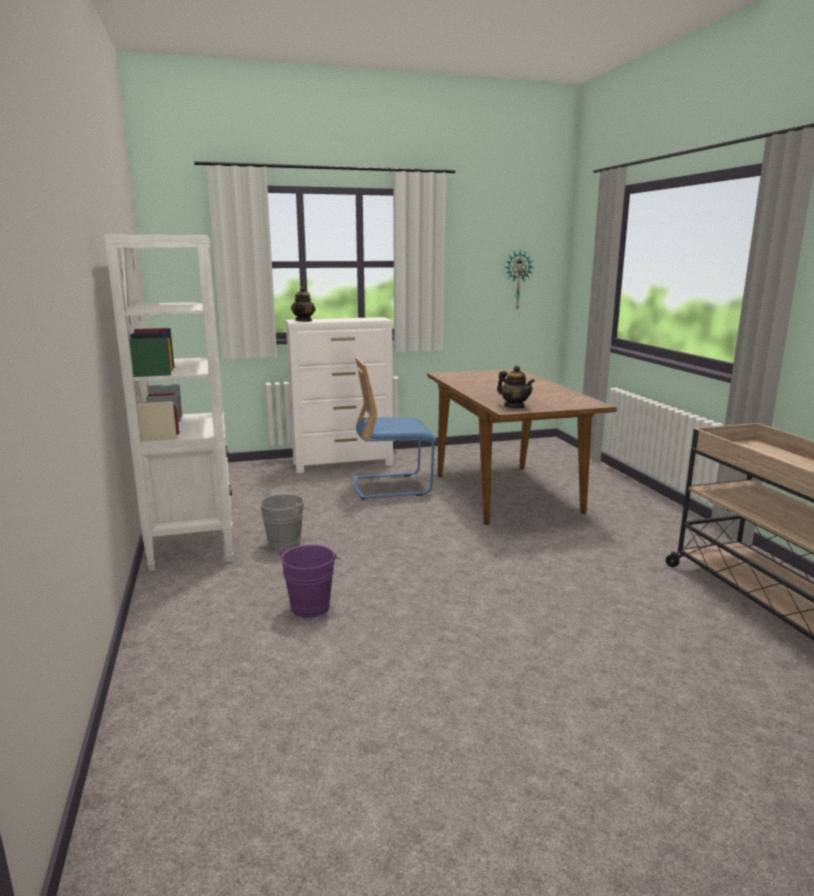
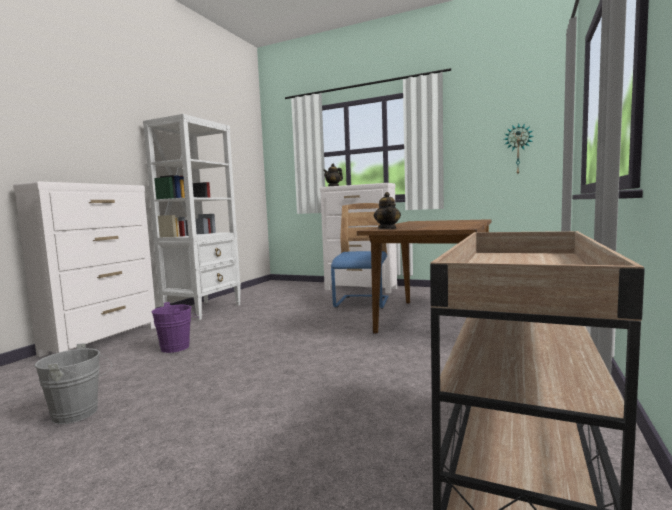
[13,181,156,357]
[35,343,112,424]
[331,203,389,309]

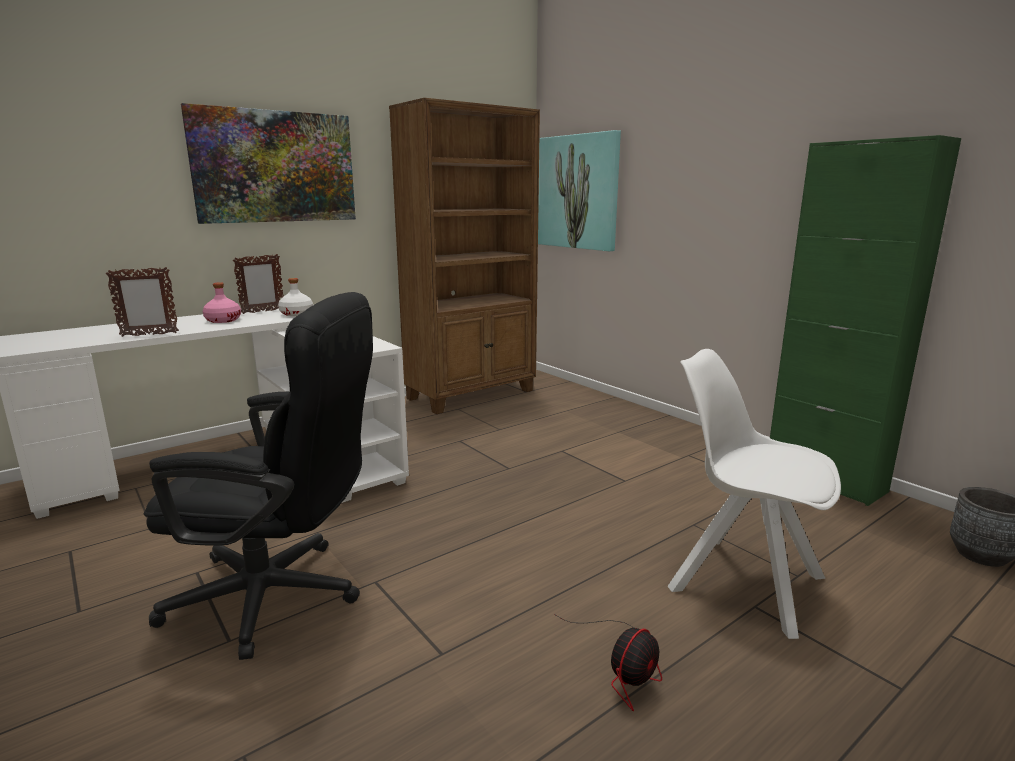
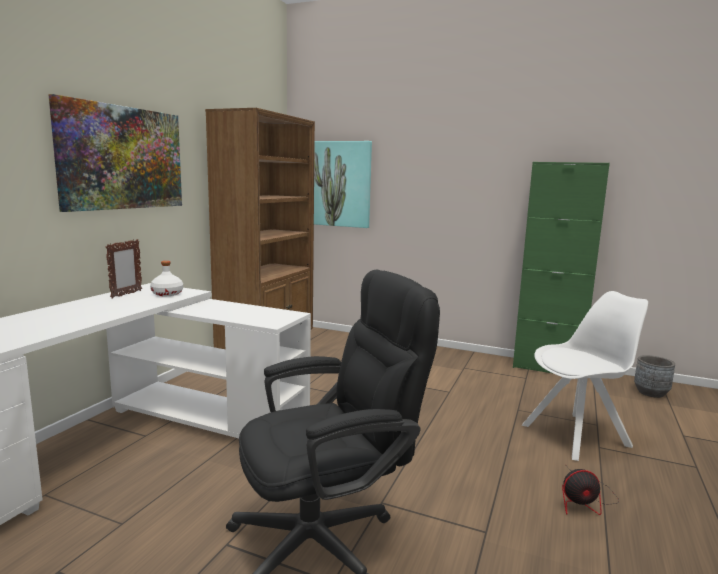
[522,291,648,461]
[562,464,619,515]
[106,267,179,337] (first image)
[203,282,241,323] (first image)

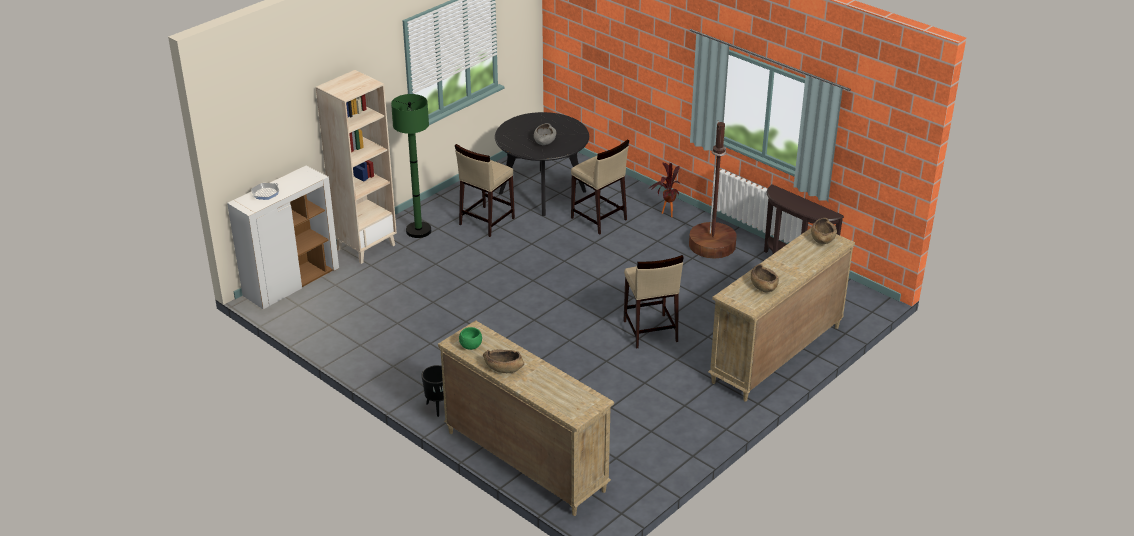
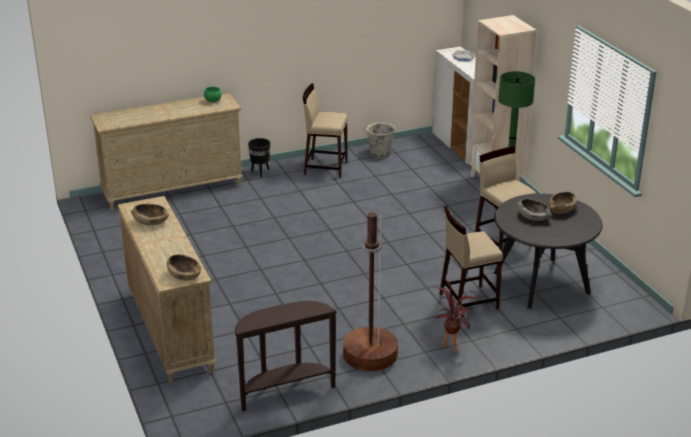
[303,83,348,178]
[363,122,395,158]
[548,192,577,214]

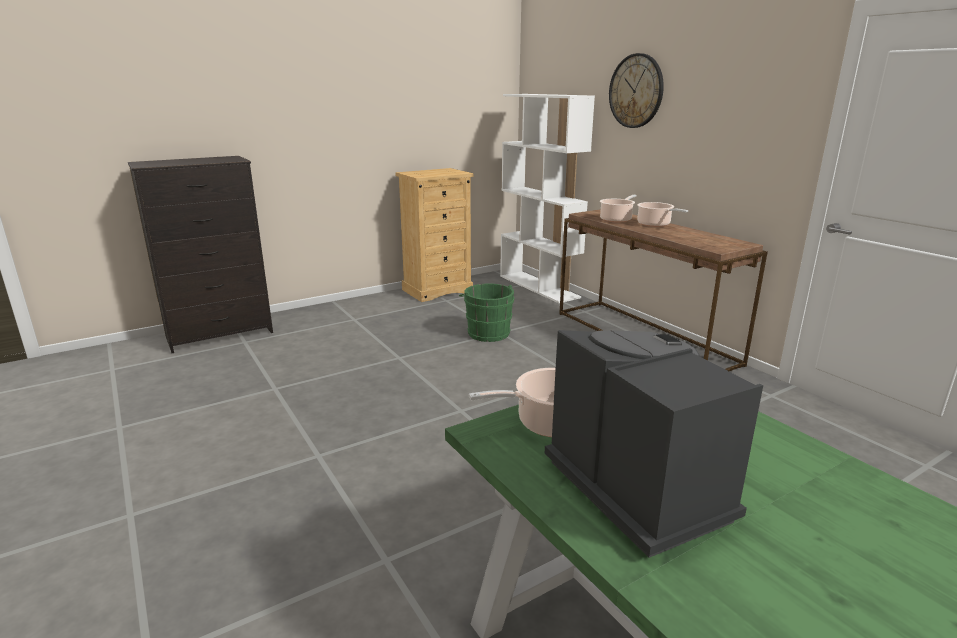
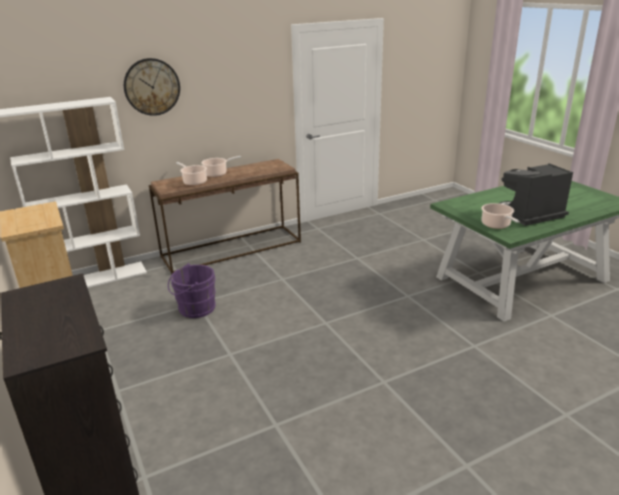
[168,263,216,318]

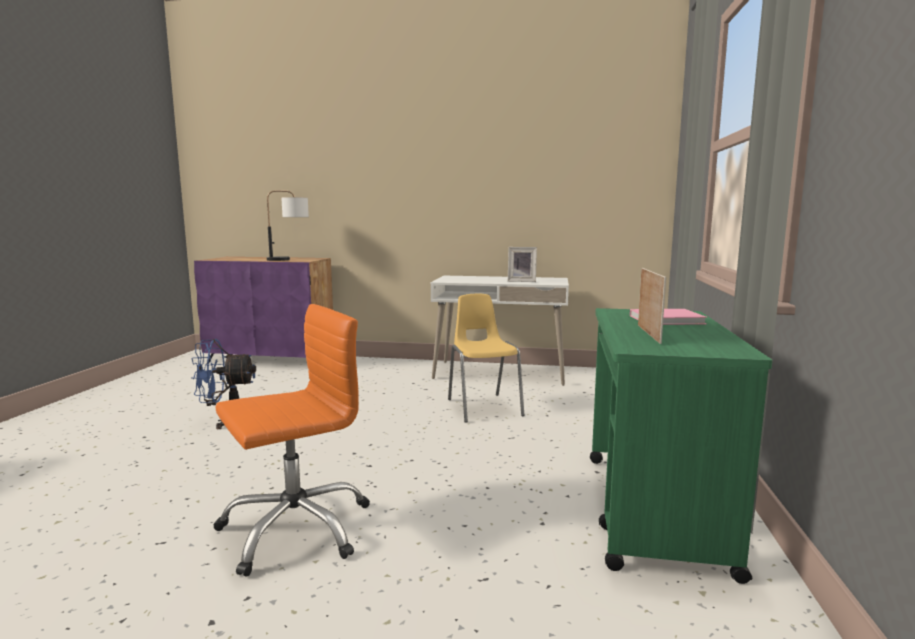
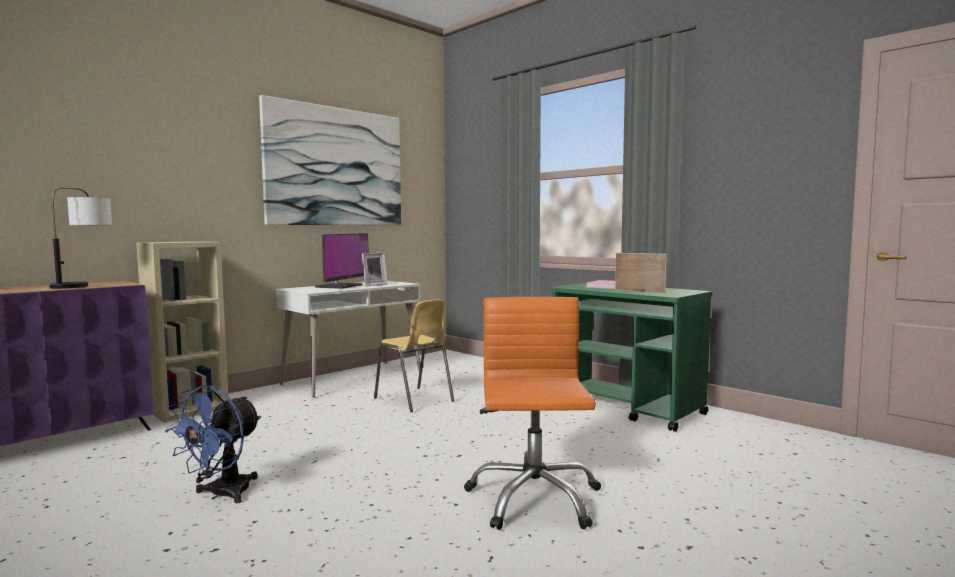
[136,241,228,422]
[259,95,401,225]
[315,233,369,289]
[374,299,454,412]

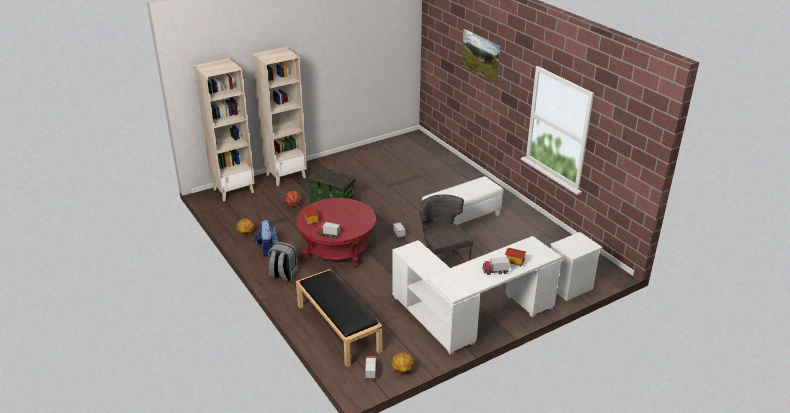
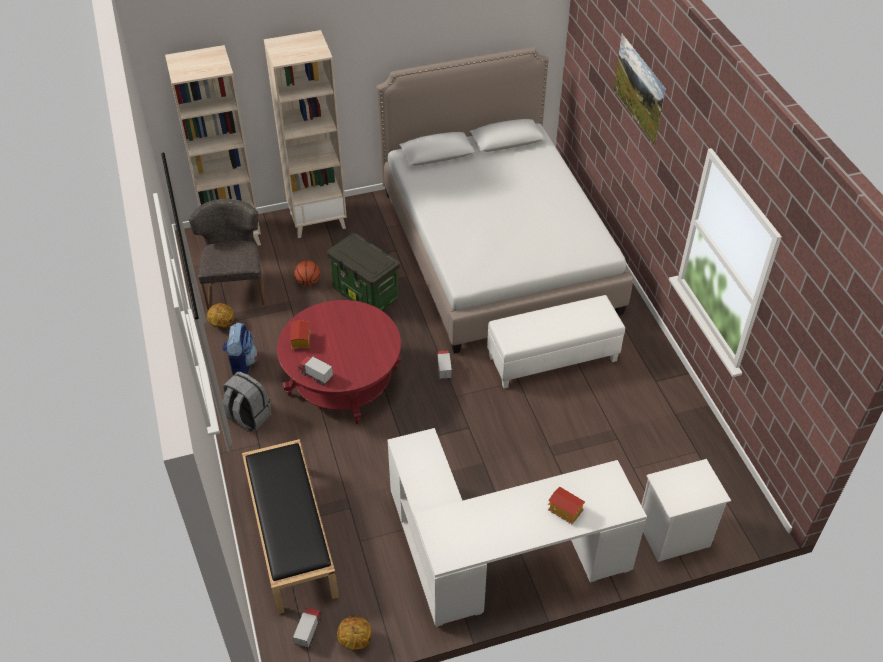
[189,198,264,310]
[376,47,633,354]
[482,257,510,275] (first image)

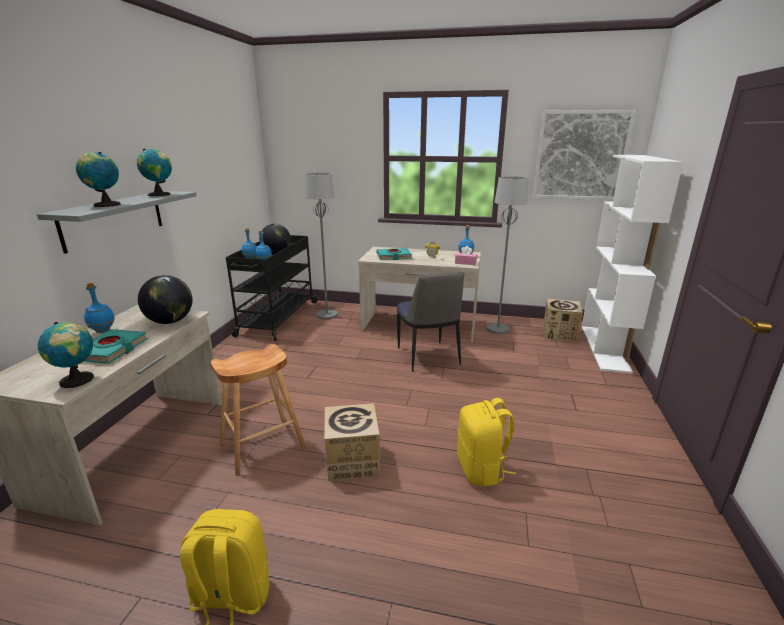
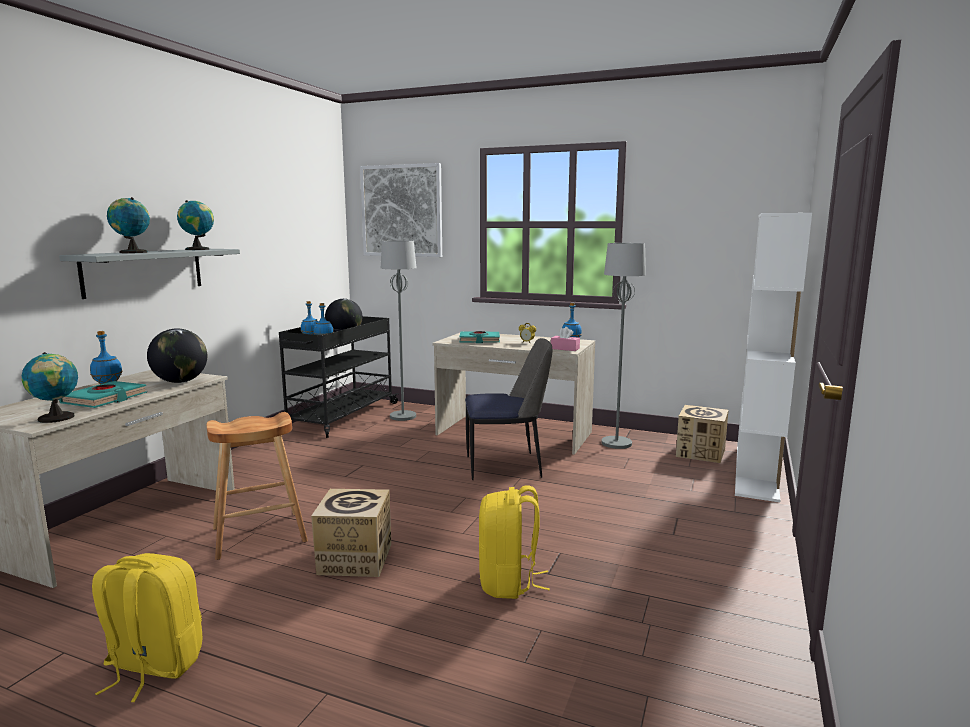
[360,163,442,257]
[465,338,552,480]

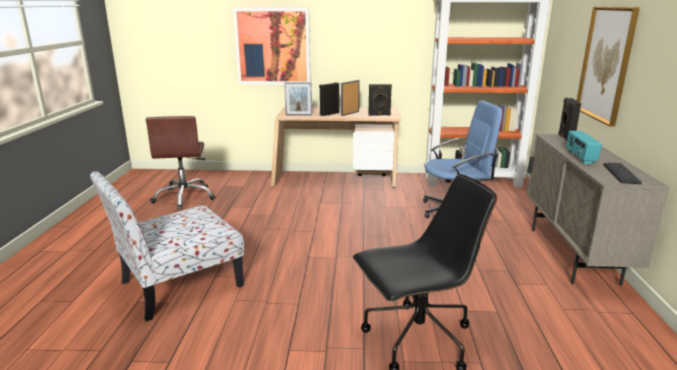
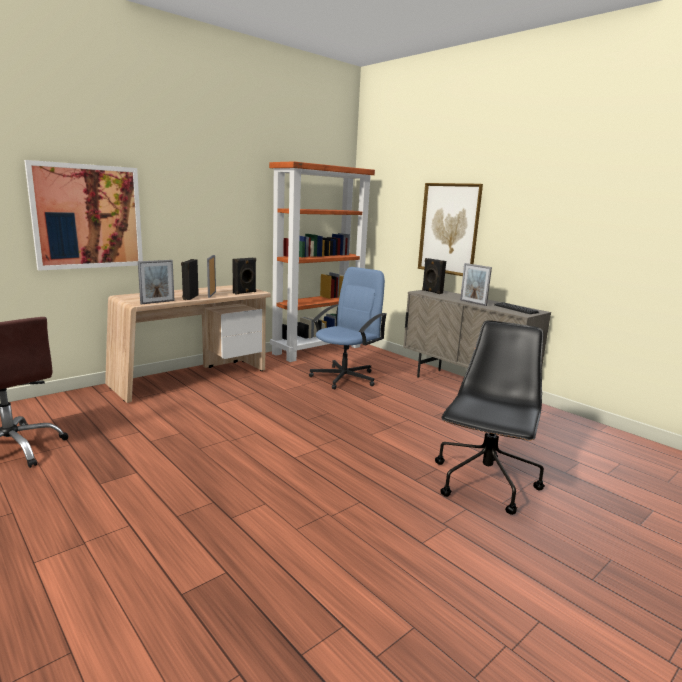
[460,263,492,306]
[90,171,244,321] (first image)

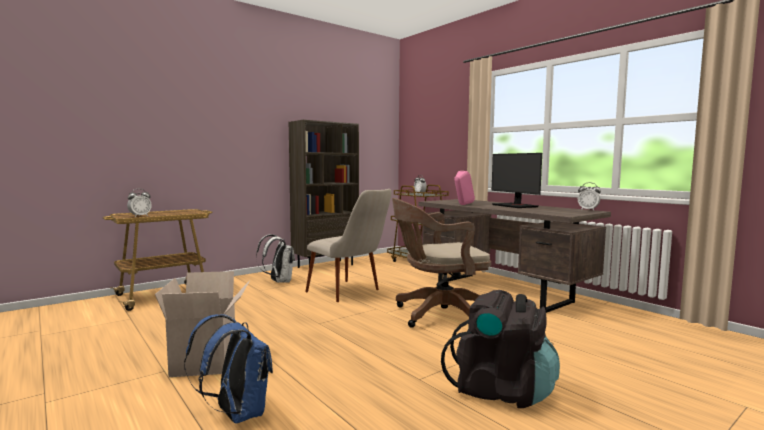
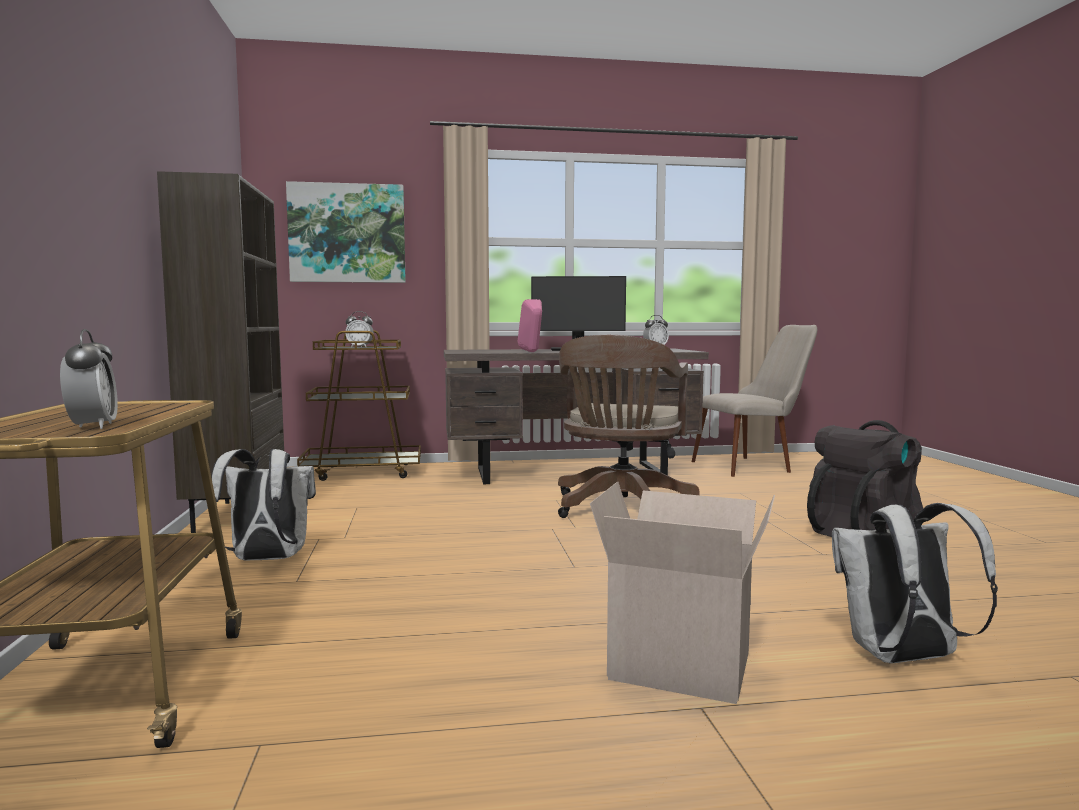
[286,181,406,283]
[692,325,817,477]
[832,503,998,664]

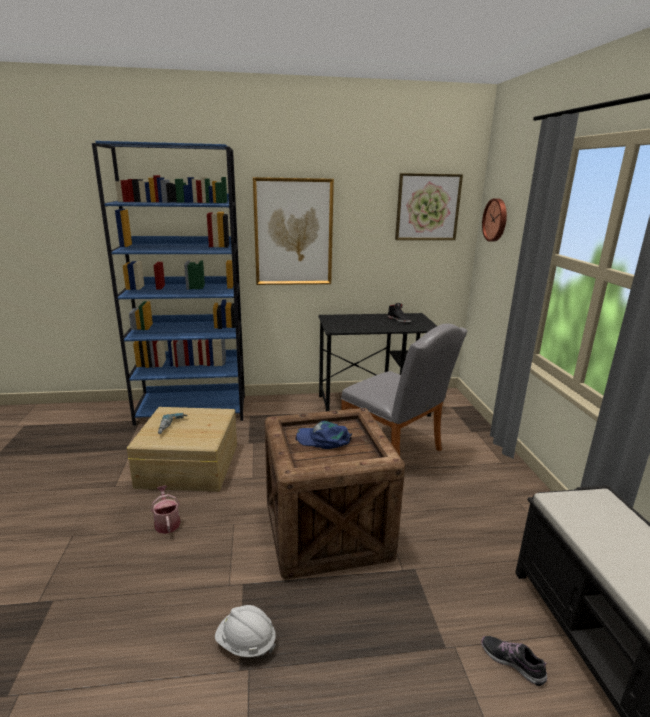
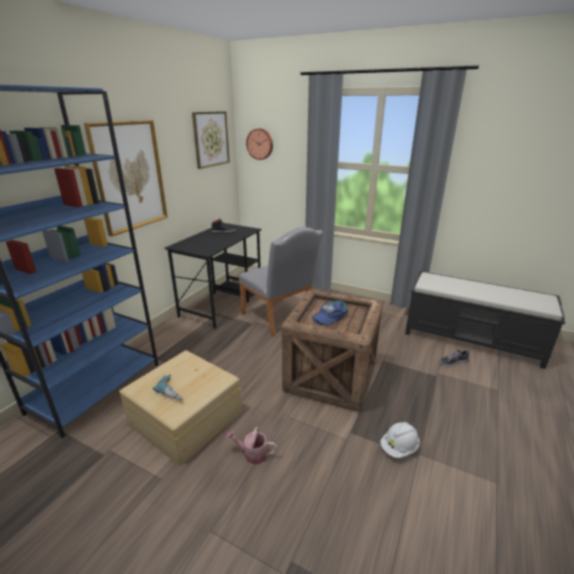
[239,227,323,337]

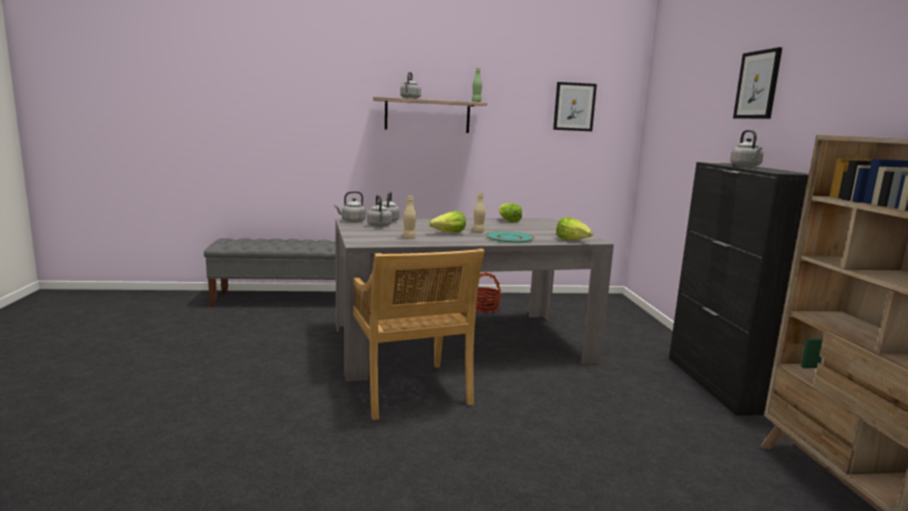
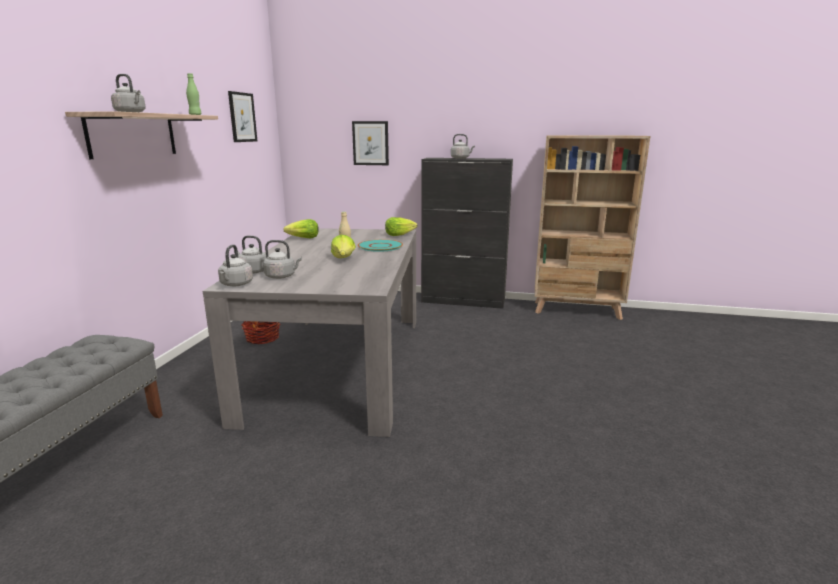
[352,121,389,165]
[353,248,484,420] (first image)
[403,196,416,239] (first image)

